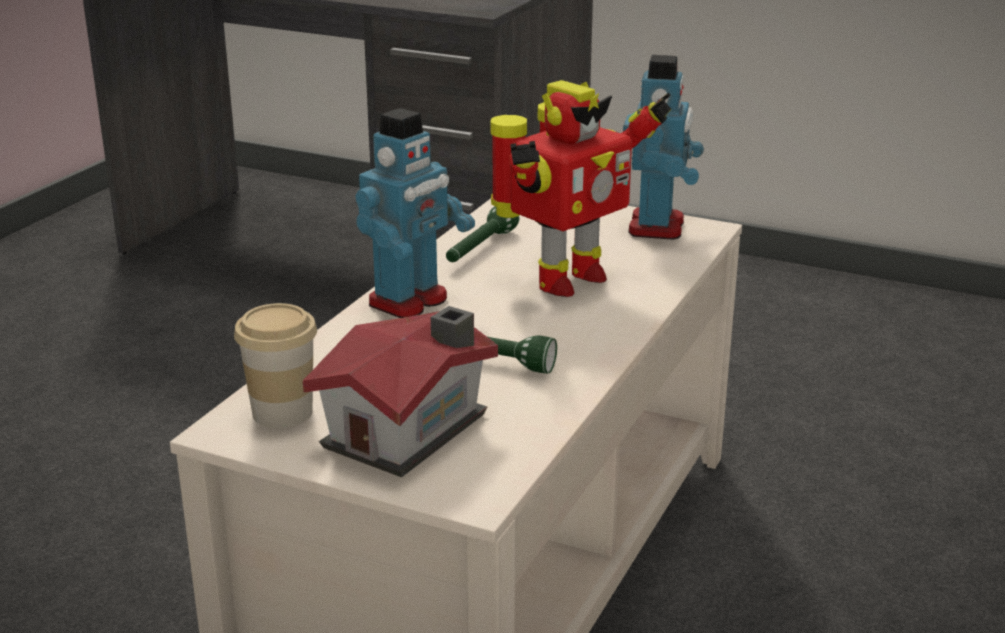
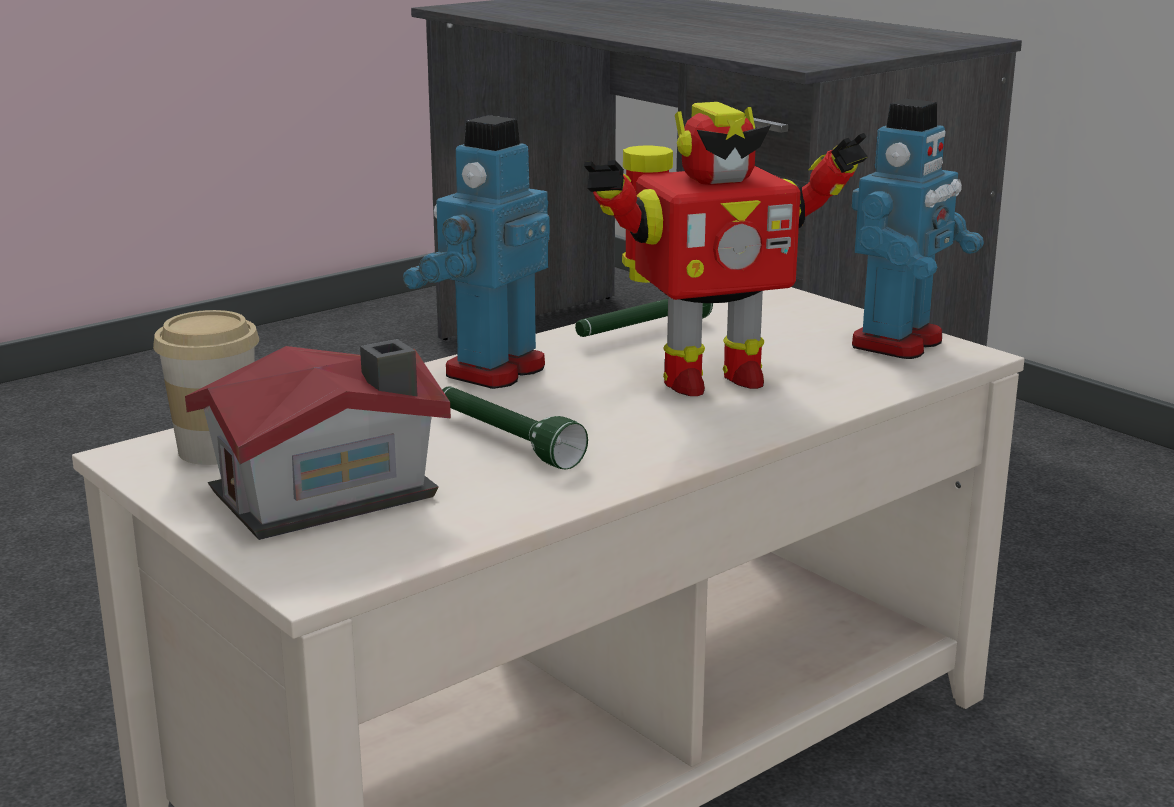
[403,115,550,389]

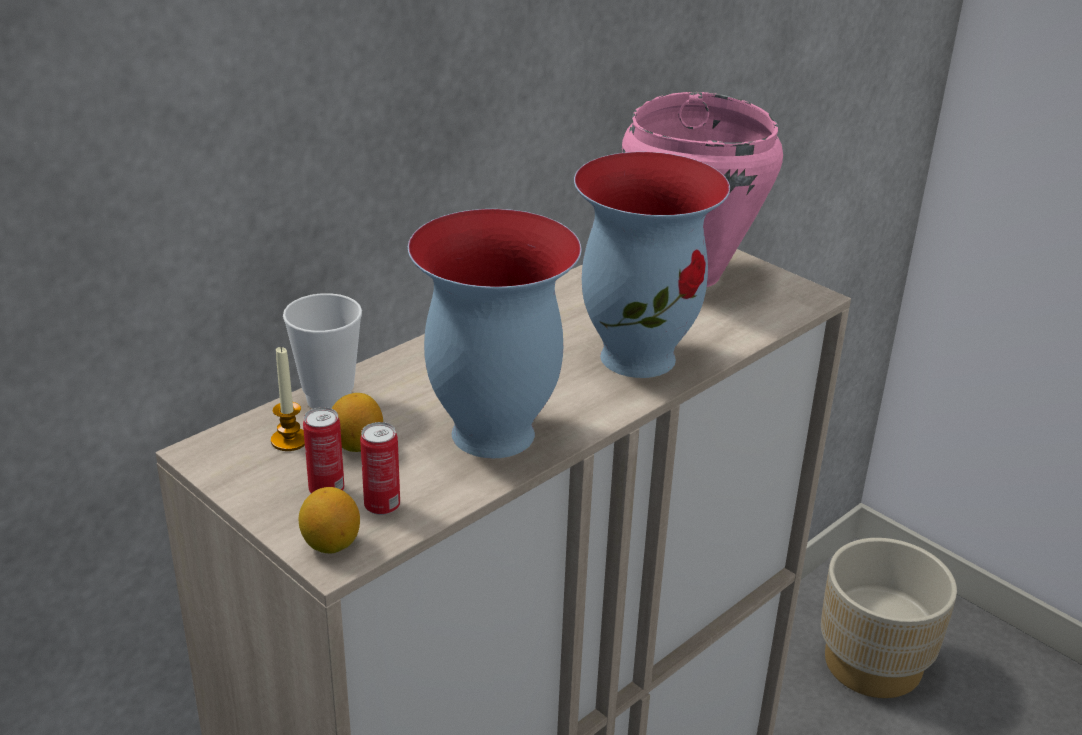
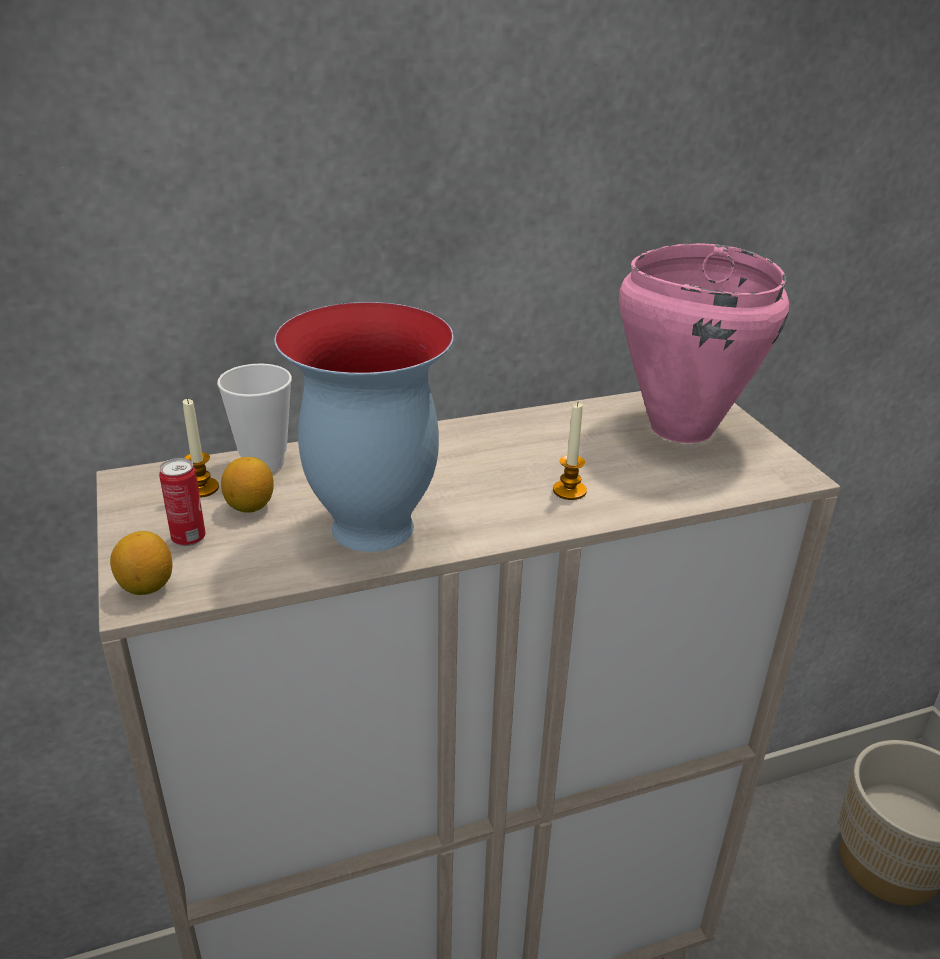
[553,403,587,500]
[360,422,400,515] (first image)

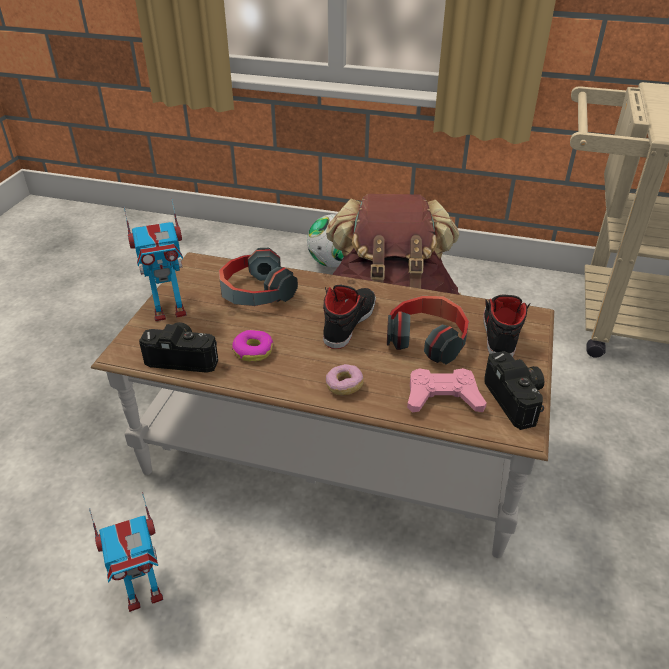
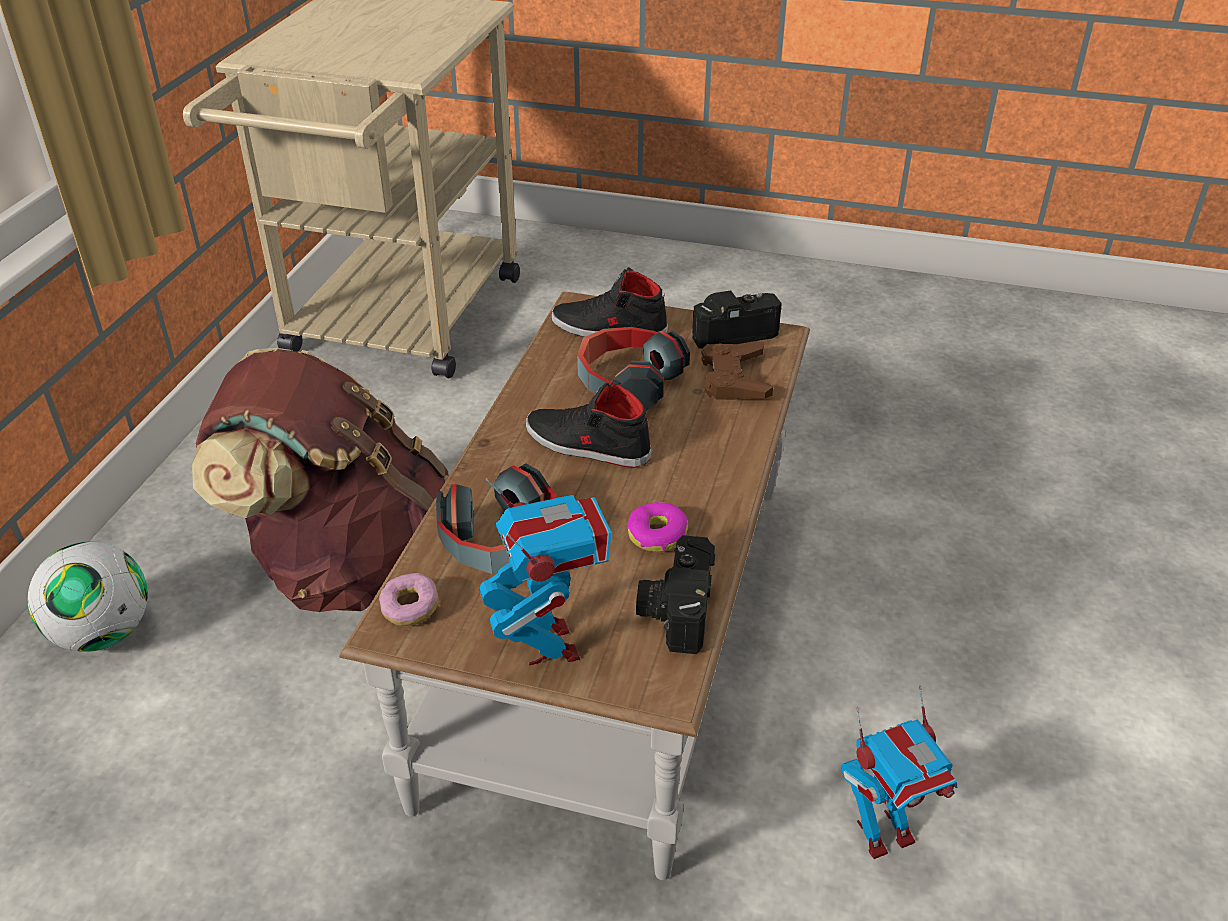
[379,573,438,626]
[701,341,773,400]
[841,686,957,859]

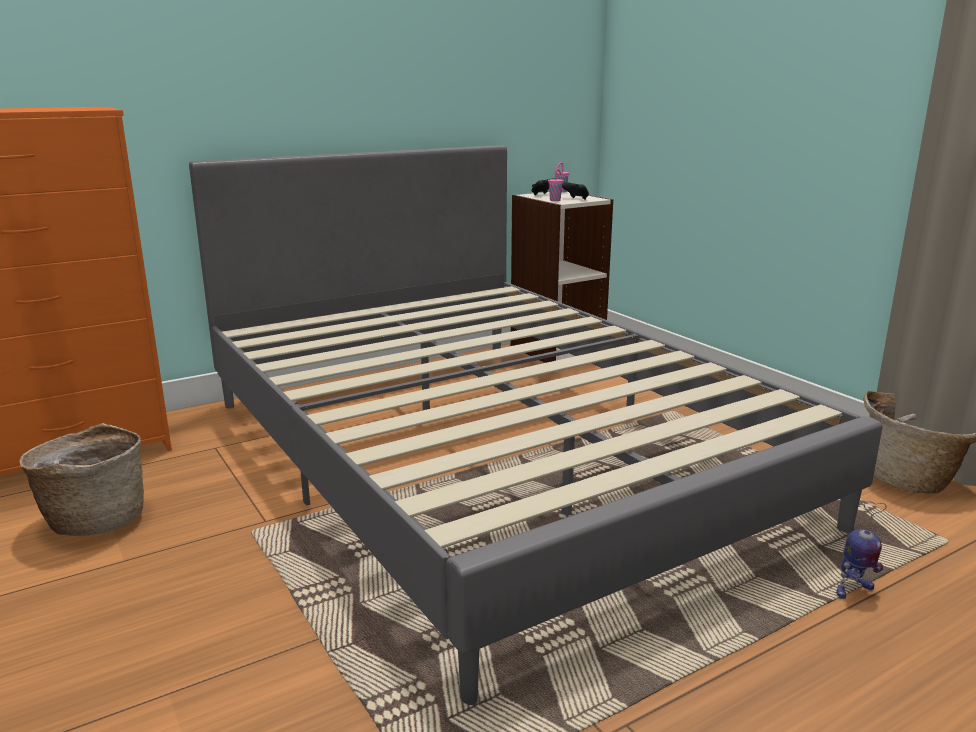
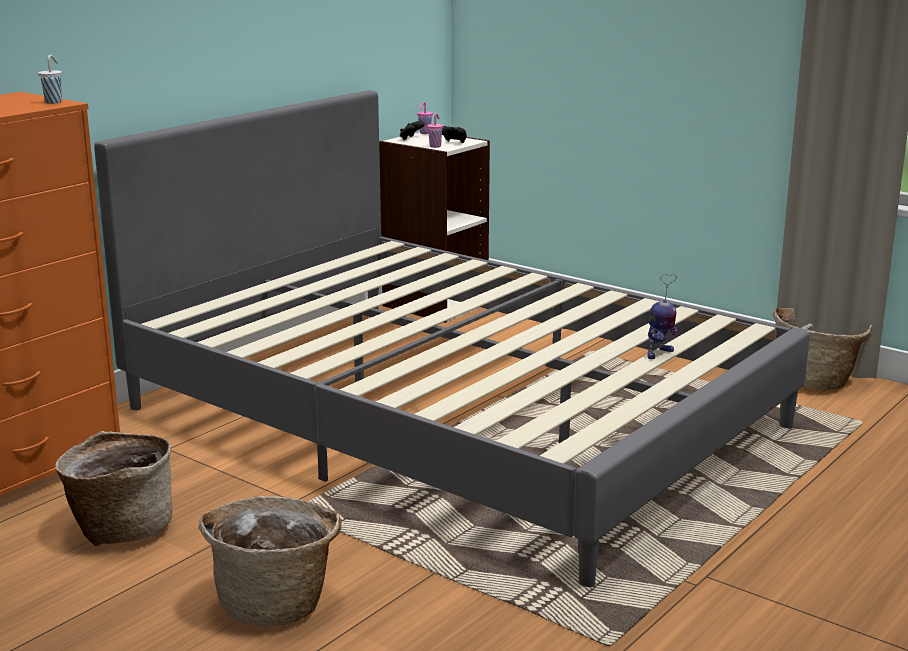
[38,55,62,104]
[198,496,342,626]
[647,274,679,359]

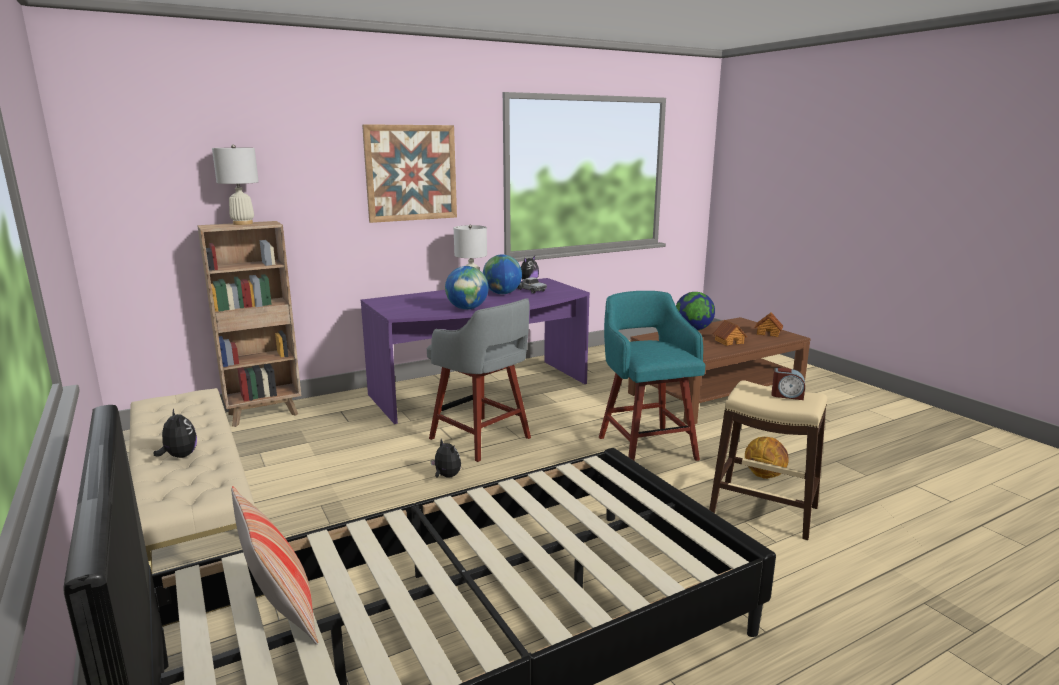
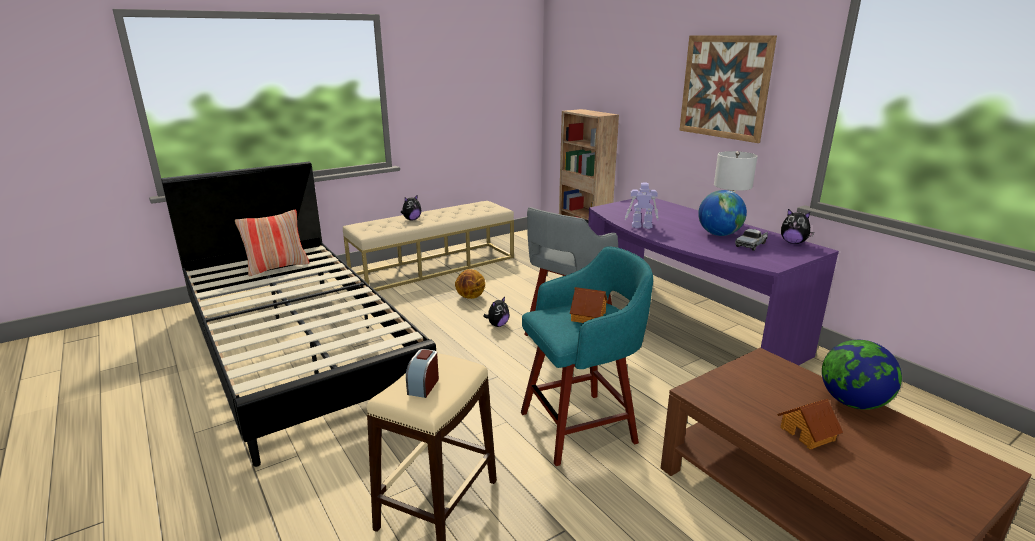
[455,269,485,299]
[570,287,608,323]
[625,182,659,229]
[212,144,259,225] (first image)

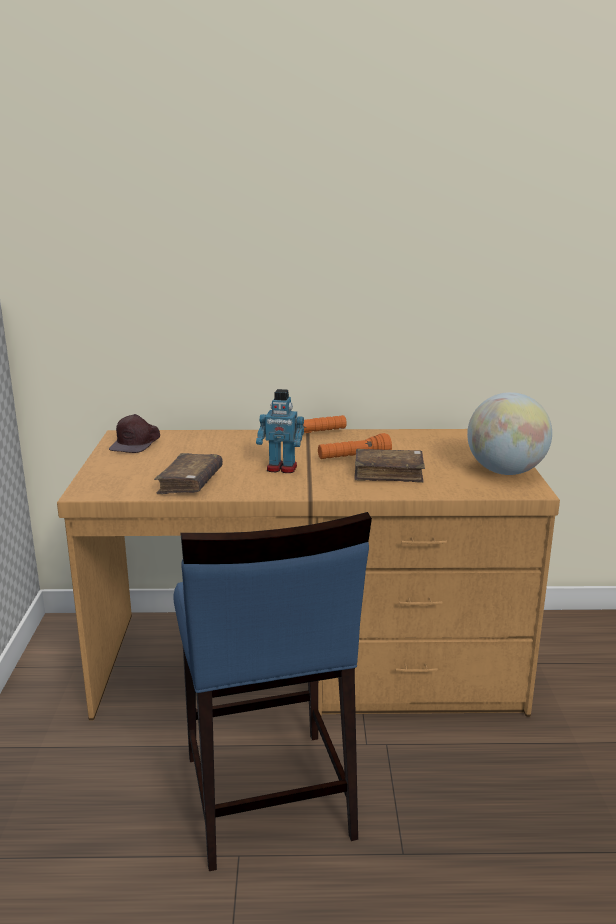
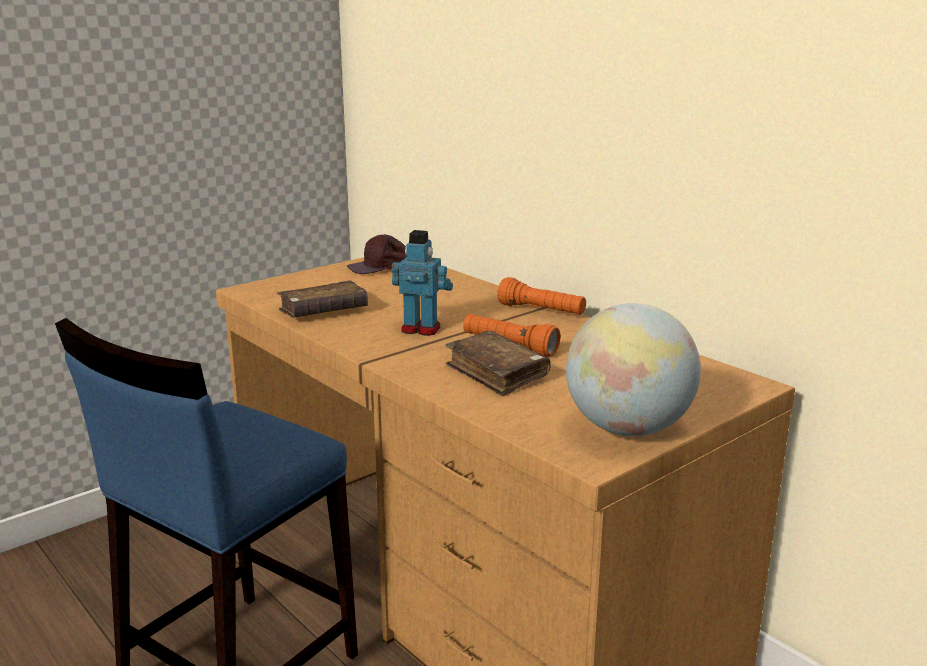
[392,230,453,336]

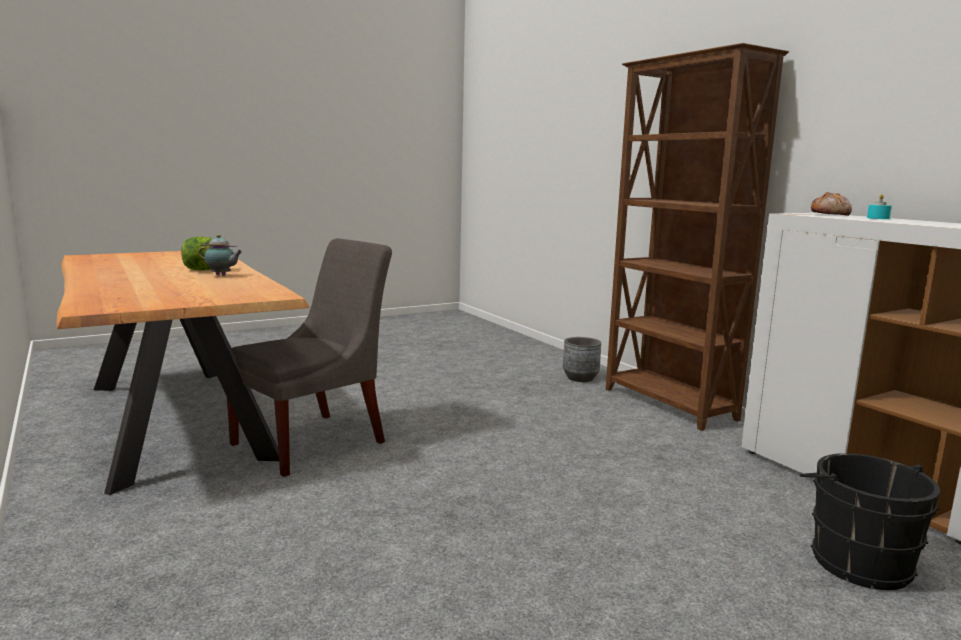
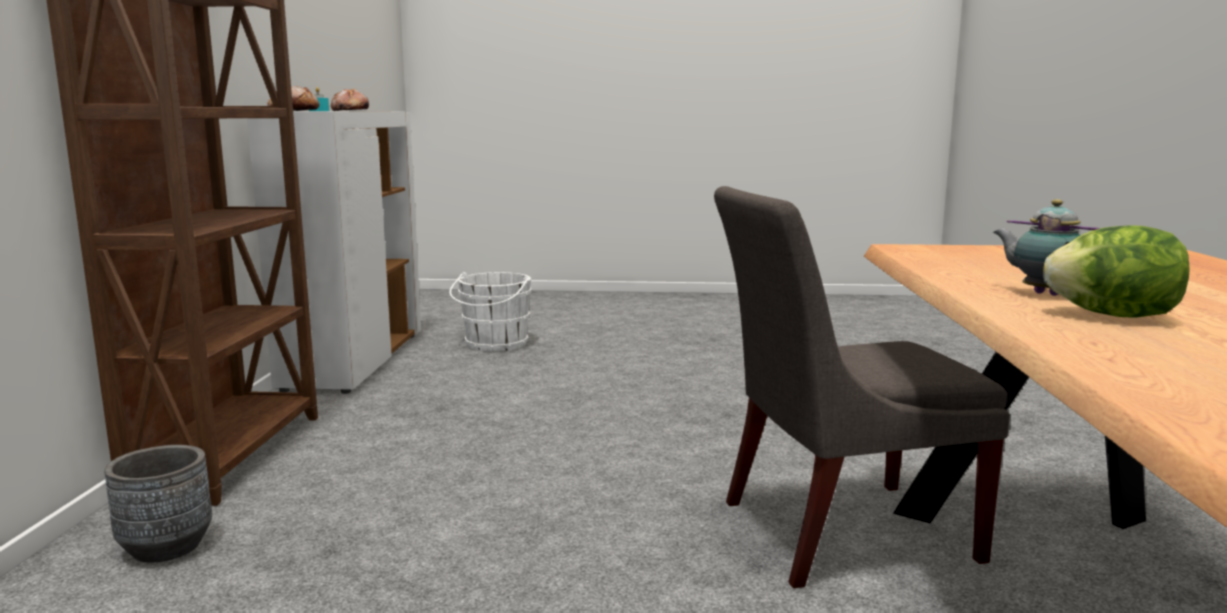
[331,88,369,111]
[449,272,533,352]

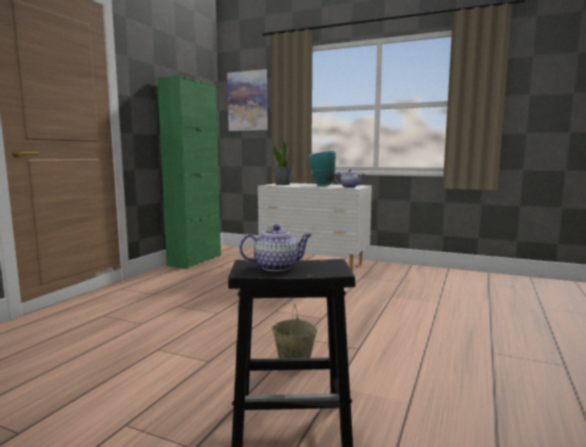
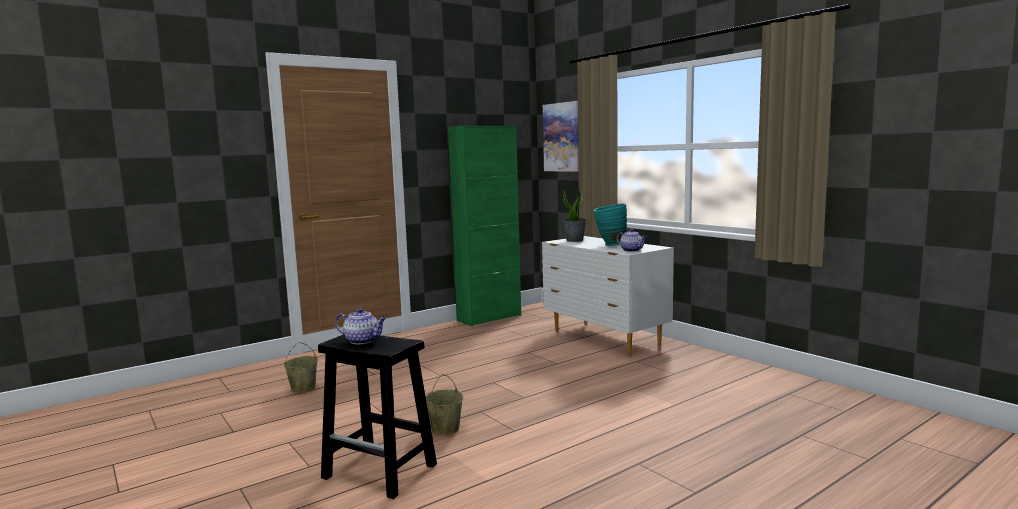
[284,342,318,393]

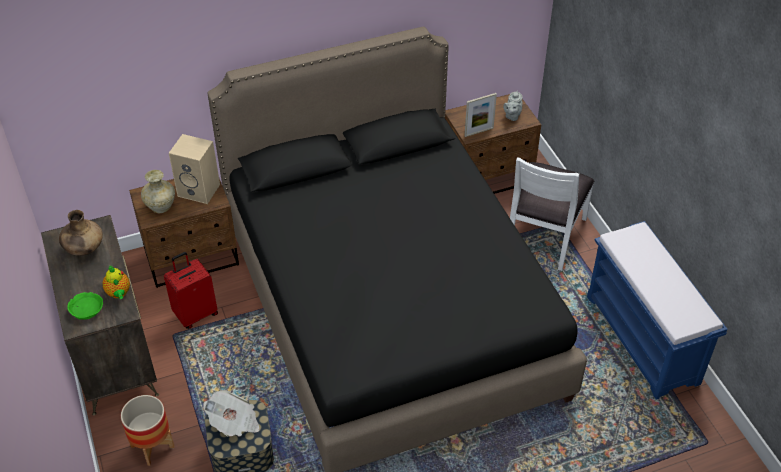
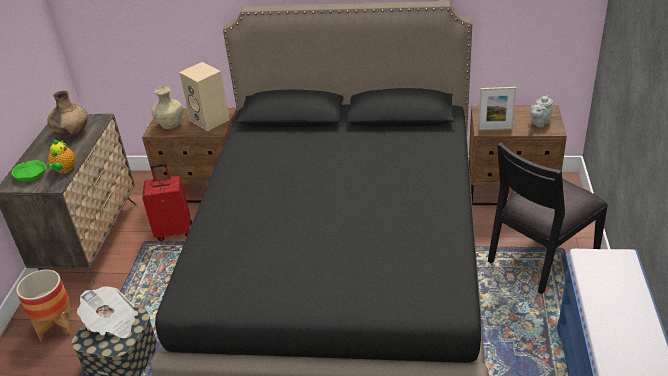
[488,142,608,294]

